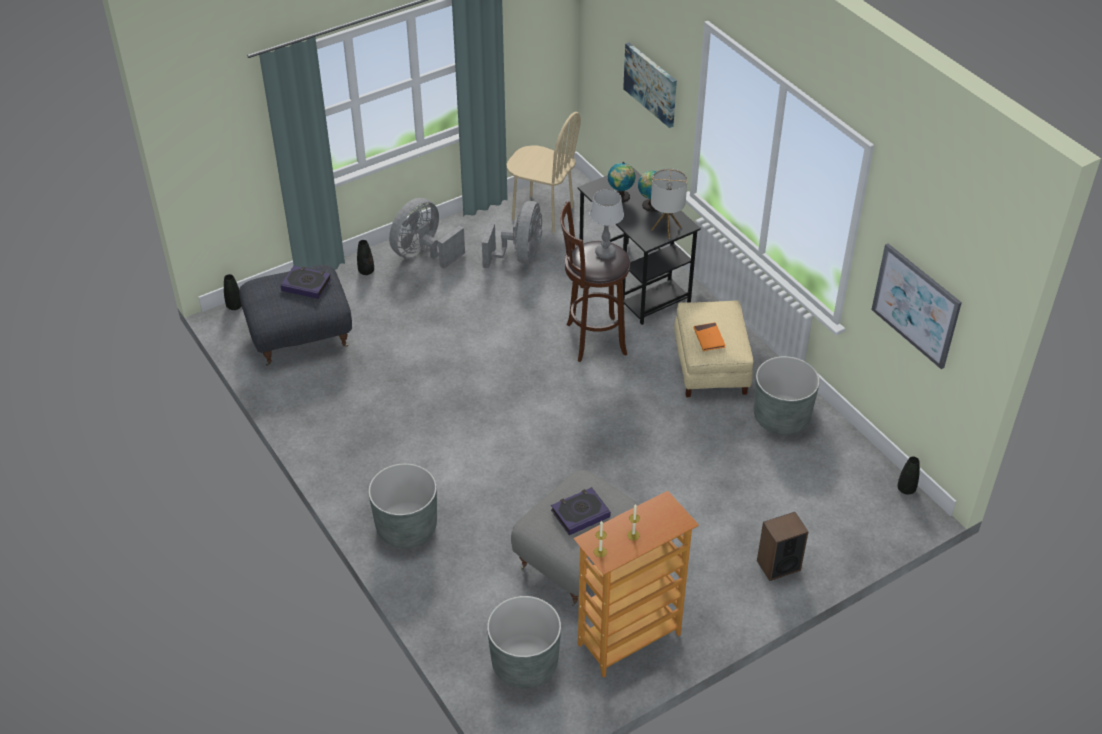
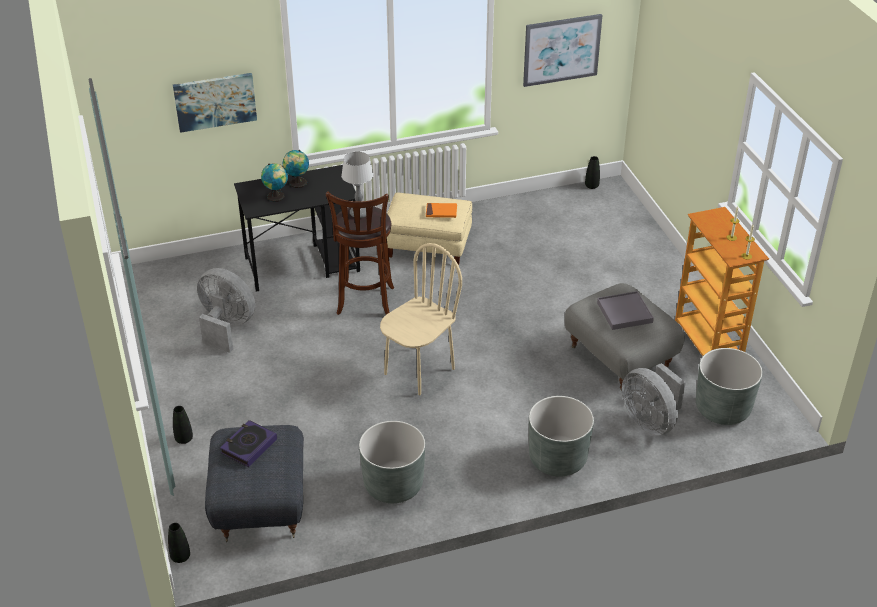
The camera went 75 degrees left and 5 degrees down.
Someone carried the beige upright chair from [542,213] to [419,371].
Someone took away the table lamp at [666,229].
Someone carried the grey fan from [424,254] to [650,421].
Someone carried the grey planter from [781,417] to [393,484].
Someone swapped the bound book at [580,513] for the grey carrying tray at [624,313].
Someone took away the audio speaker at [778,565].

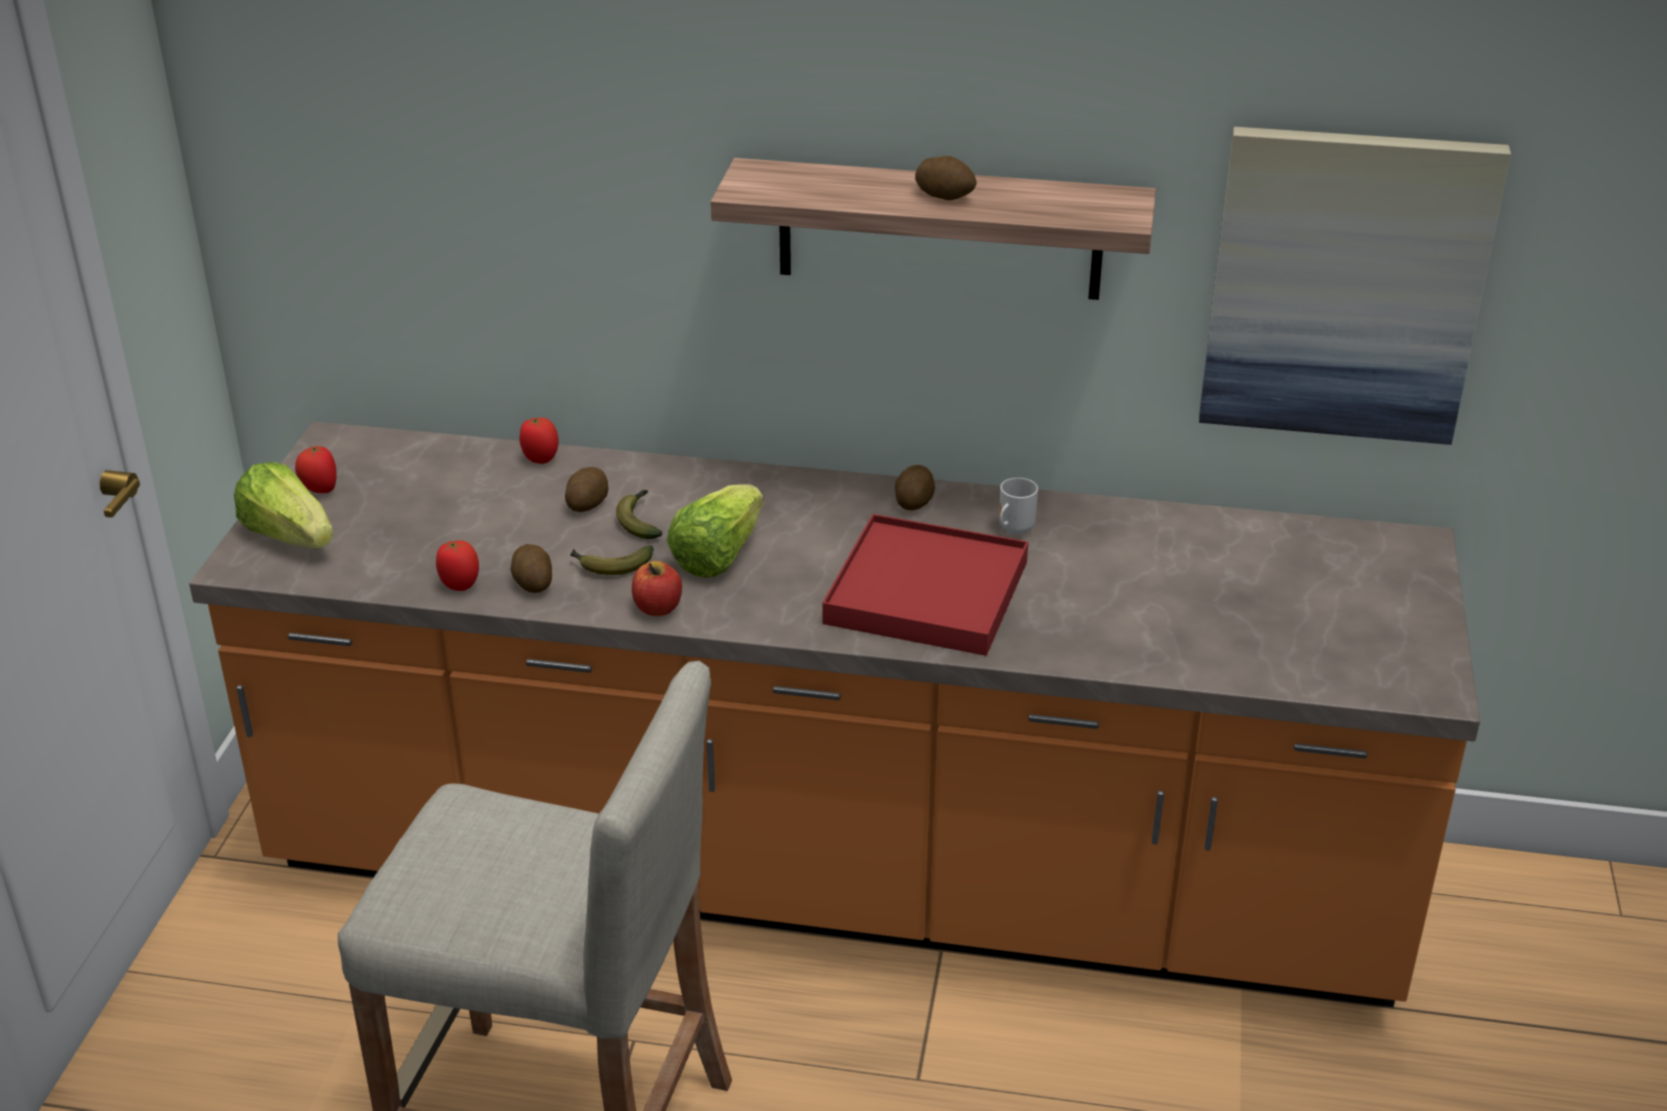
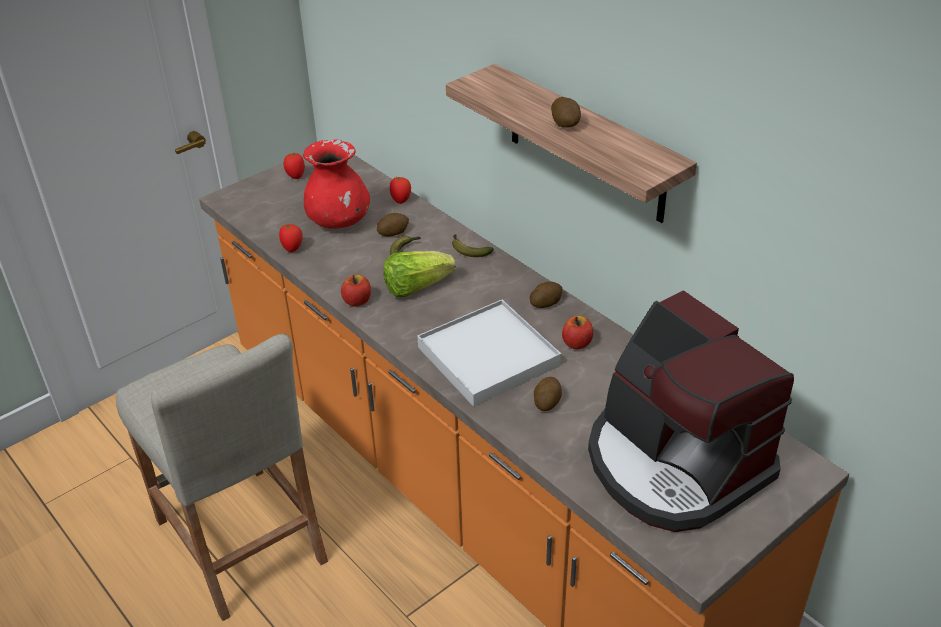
The camera went 40 degrees right and 5 degrees up.
Someone took away the wall picture at [1345,285].
Someone took away the lettuce at [289,536].
Someone swapped the coffee mug at [1013,530] for the apple at [577,343].
Someone repainted the red carrying tray at [927,593], which became the white-coloured carrying tray at [488,356].
Someone carried the whole potato from [533,583] to [547,402].
Someone carried the whole banana from [610,566] to [468,250].
Someone put down the red flower vase at [339,221].
Someone put down the coffee machine at [674,464].

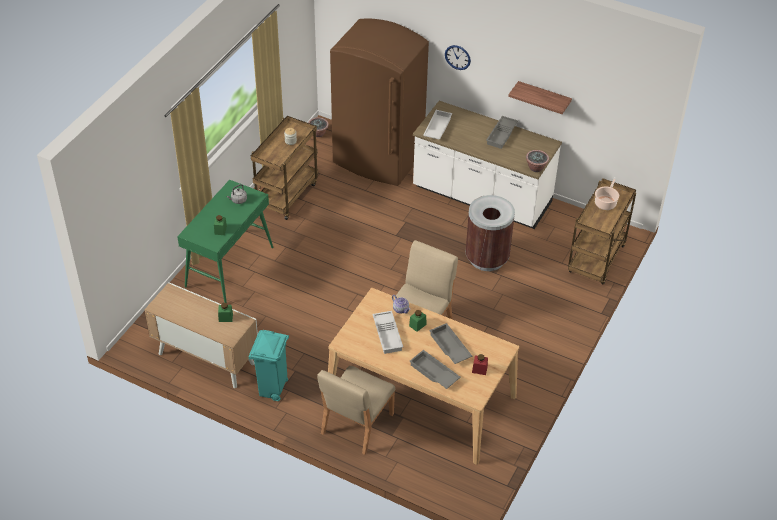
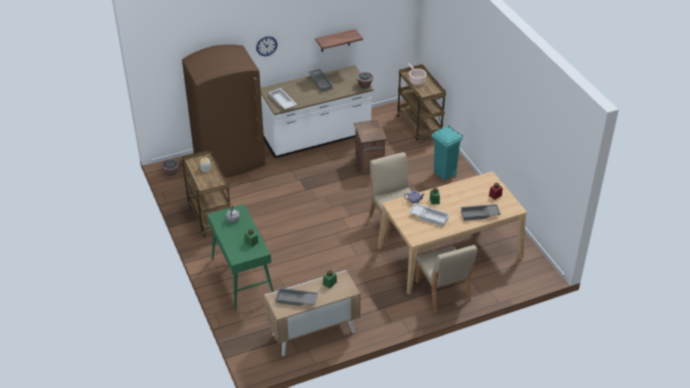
The camera went 50 degrees left and 5 degrees down.
Someone swapped the brown rubbish bin at [487,258] for the packing crate at [369,164].
Someone carried the grey carrying tray from [449,347] to [296,300].
Someone carried the turquoise-coloured rubbish bin from [272,390] to [444,174].

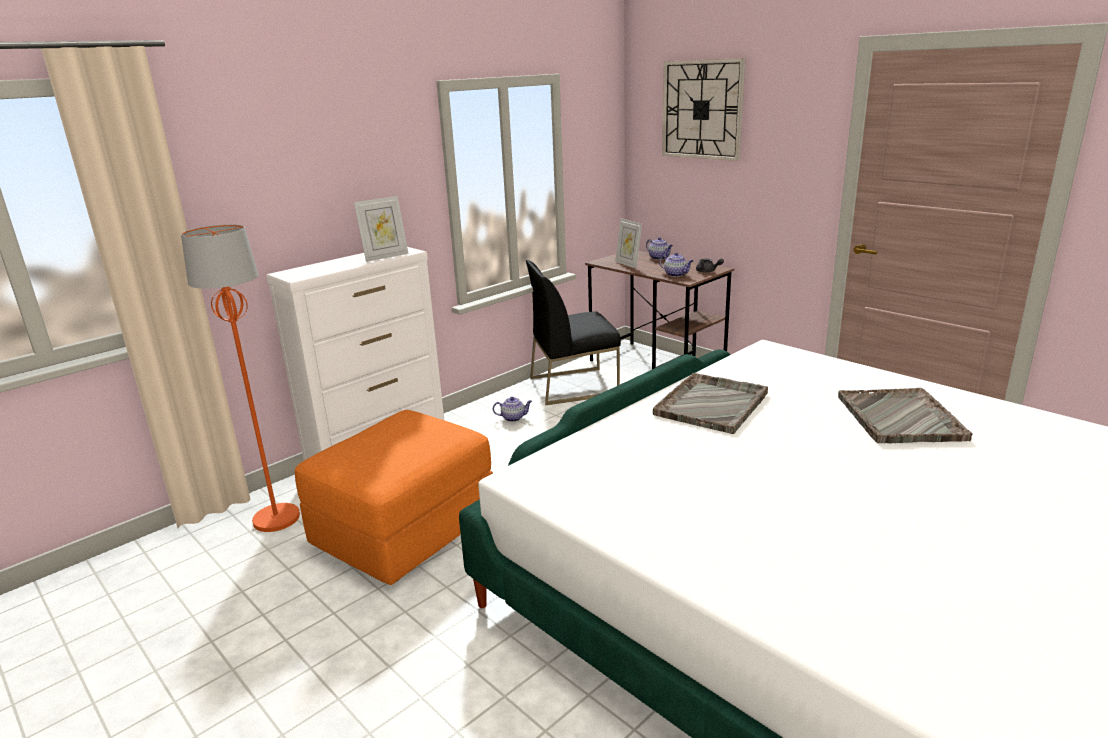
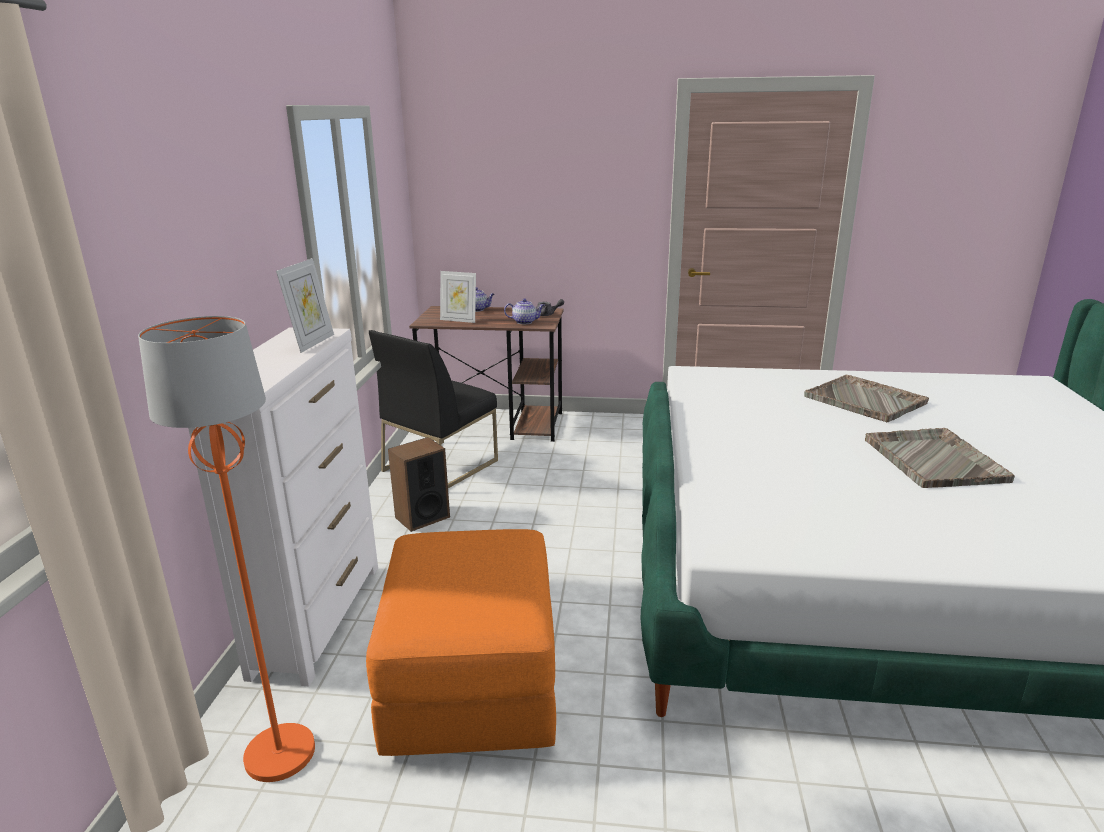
The camera went 40 degrees left and 0 degrees up.
Someone took away the wall clock at [702,110].
Someone carried the grey carrying tray from [712,404] to [933,459].
Someone swapped the tea pot at [513,418] for the audio speaker at [422,517].

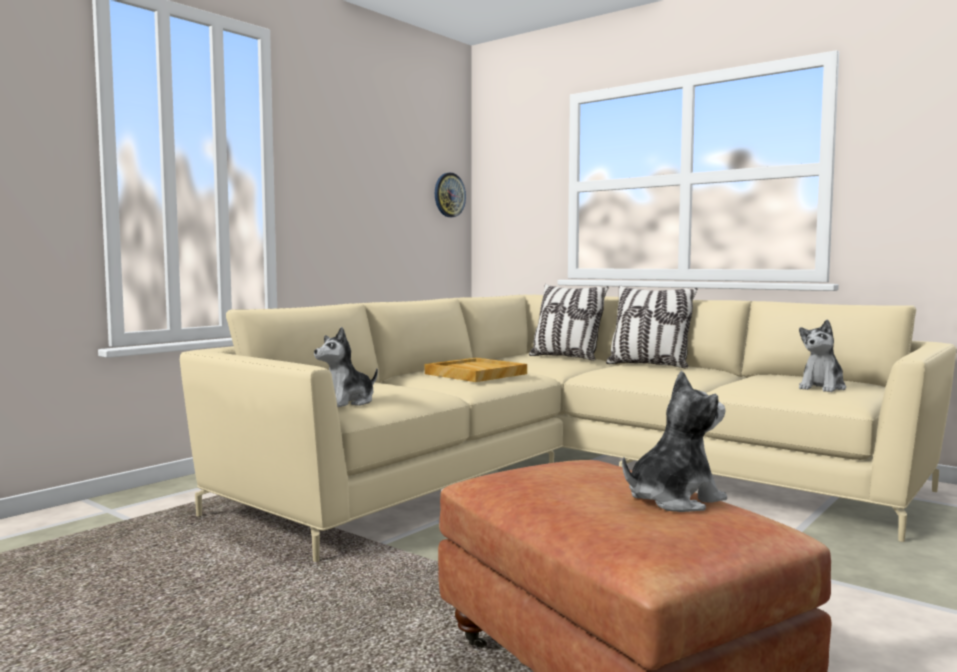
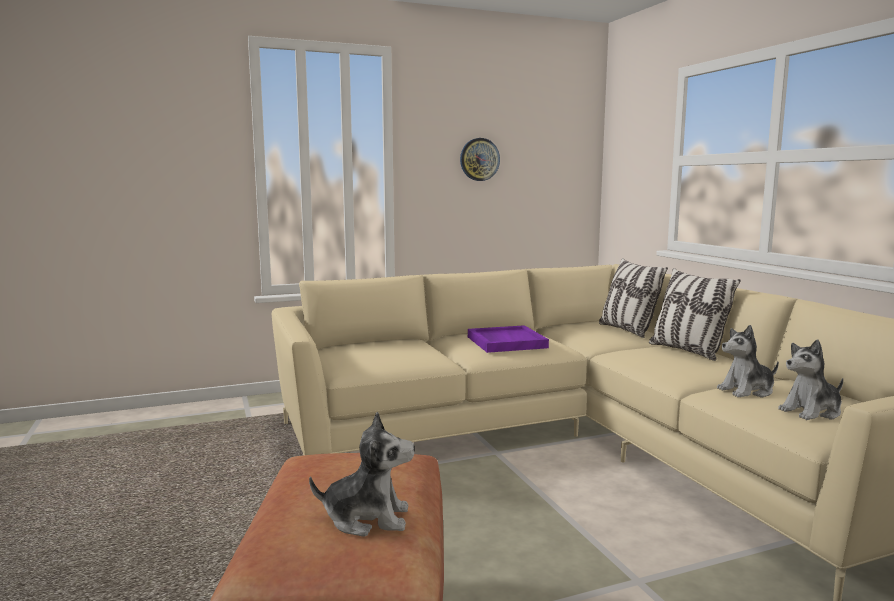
The camera went 30 degrees right and 5 degrees up.
Someone carried the wall clock from [449,195] to [479,159].
Someone carried the plush toy from [347,402] to [747,391].
Someone repainted the beige carrying tray at [474,374], which became the purplish carrying tray at [505,342].

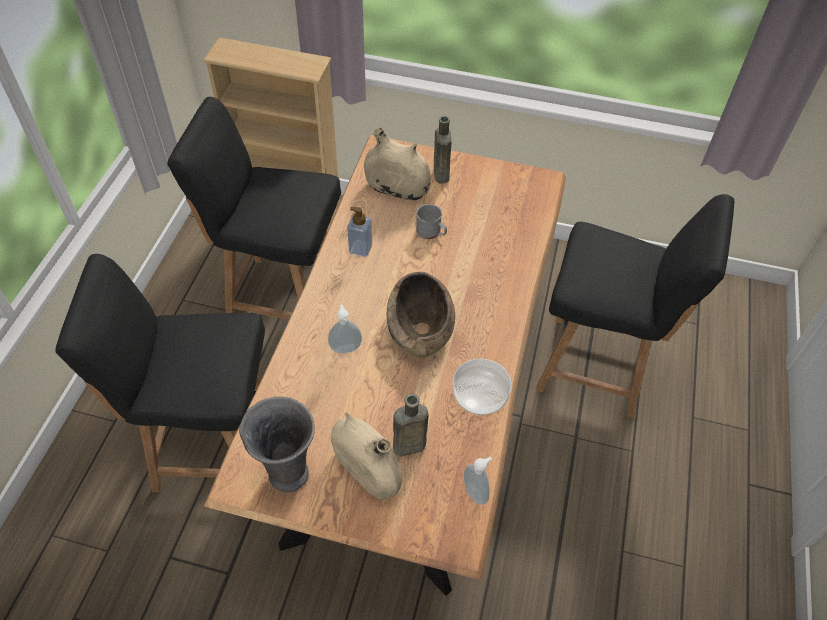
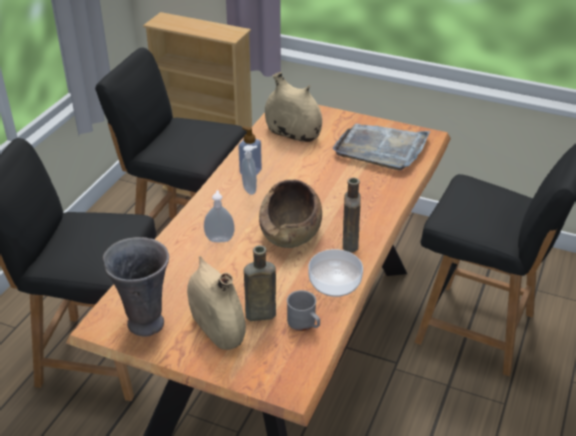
The camera went 10 degrees right and 15 degrees down.
Someone carried the brown drink bottle from [440,173] to [350,242].
Someone carried the grey coffee mug from [431,232] to [304,324].
Someone carried the soap dispenser from [476,492] to [250,189].
Someone put down the grey carrying tray at [381,148].

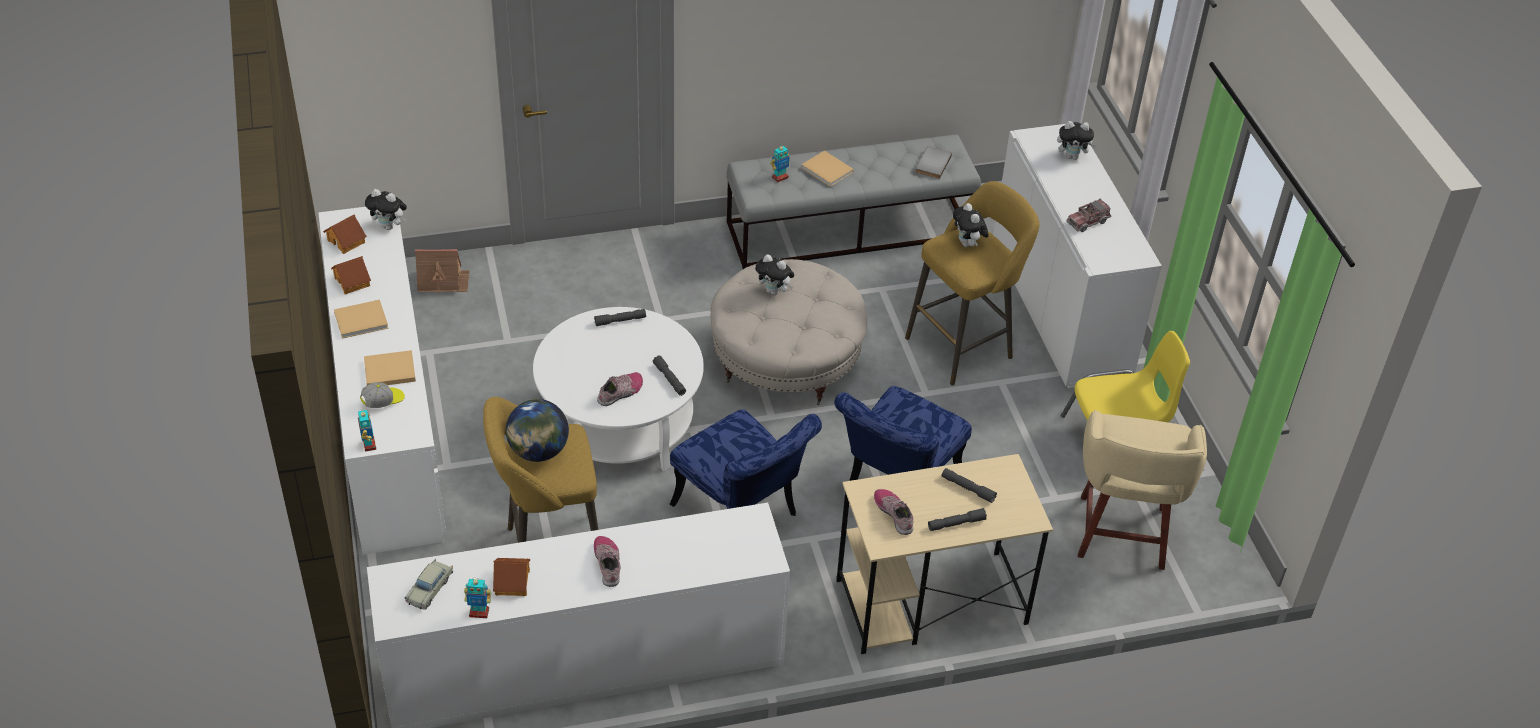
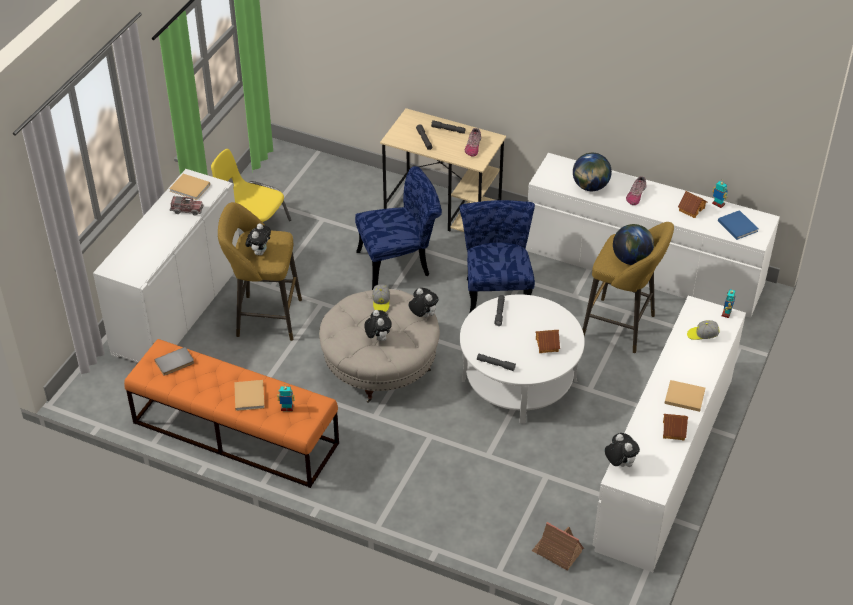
The camera went 140 degrees left and 0 degrees up.
Someone carried the plush toy from [1072,156] to [423,315].
Someone repainted the grey bench at [850,230], which became the orange bench at [234,433].
Someone carried the toy house from [346,241] to [546,344].
Someone carried the beige bound book from [388,371] to [191,188].
Someone took away the shoe at [621,392].
Someone took away the beige sitting stool at [1121,535].
Someone swapped the beige miniature car at [430,589] for the bluish bound book at [737,225].
Someone put down the desk globe at [590,187].
Someone put down the peaked cap at [381,302].

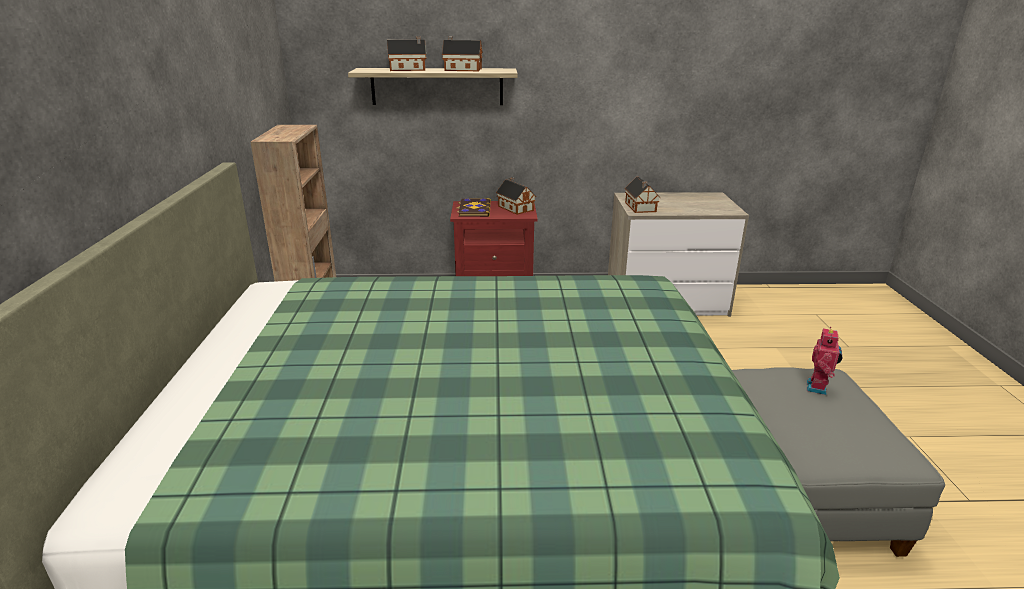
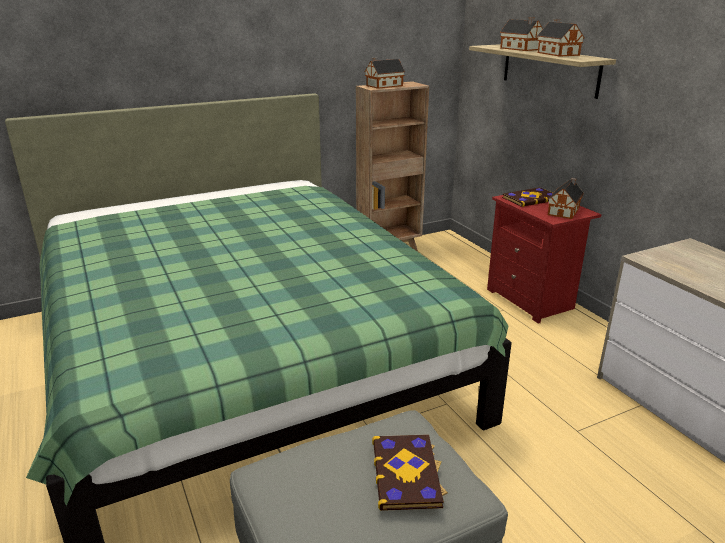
The camera went 65 degrees right and 0 degrees up.
Someone carried the toy house from [640,207] to [383,86].
Someone swapped the robot figure at [818,388] for the bound book at [407,473].

